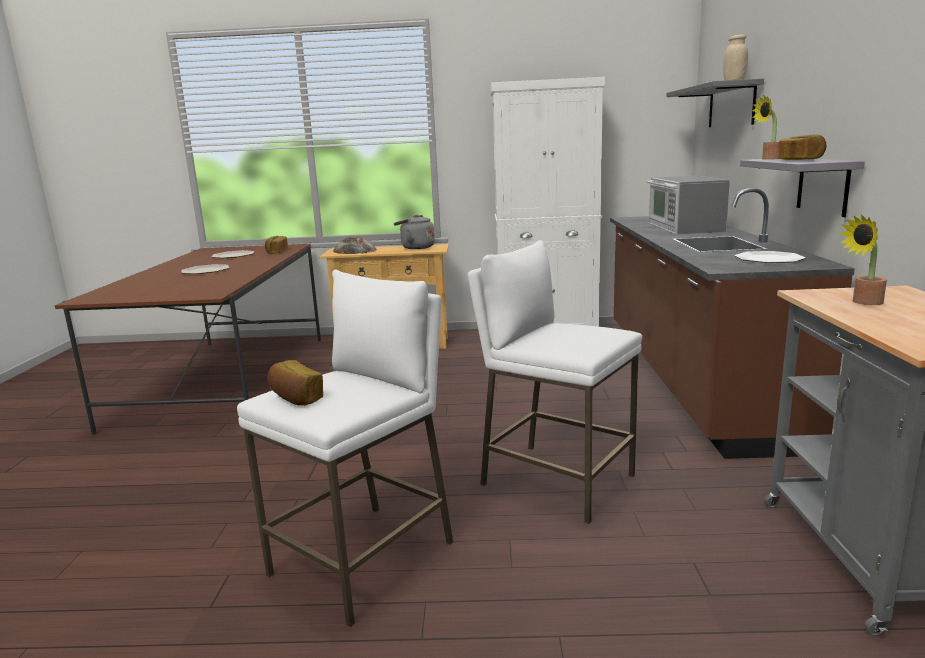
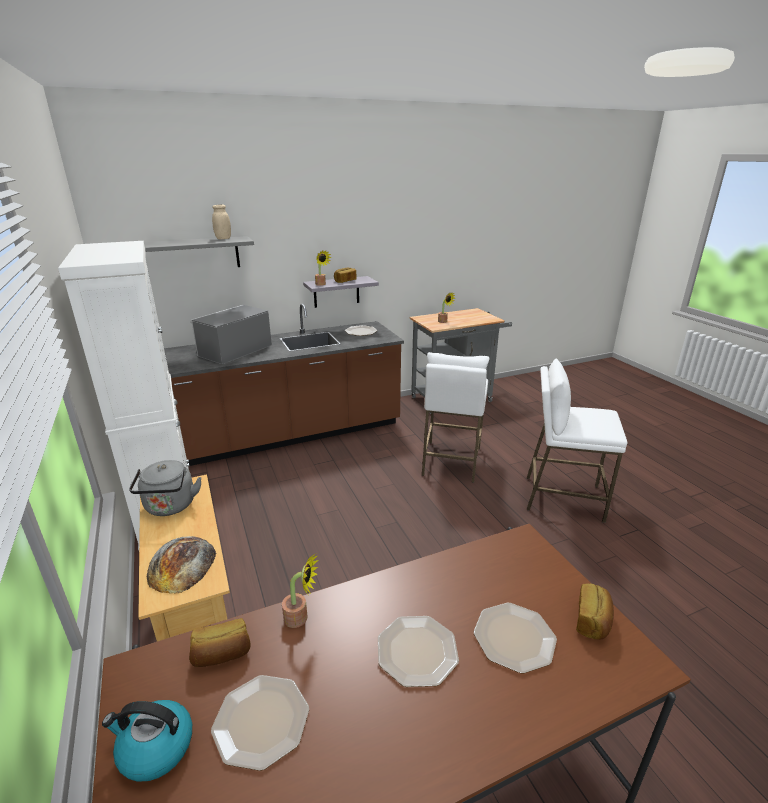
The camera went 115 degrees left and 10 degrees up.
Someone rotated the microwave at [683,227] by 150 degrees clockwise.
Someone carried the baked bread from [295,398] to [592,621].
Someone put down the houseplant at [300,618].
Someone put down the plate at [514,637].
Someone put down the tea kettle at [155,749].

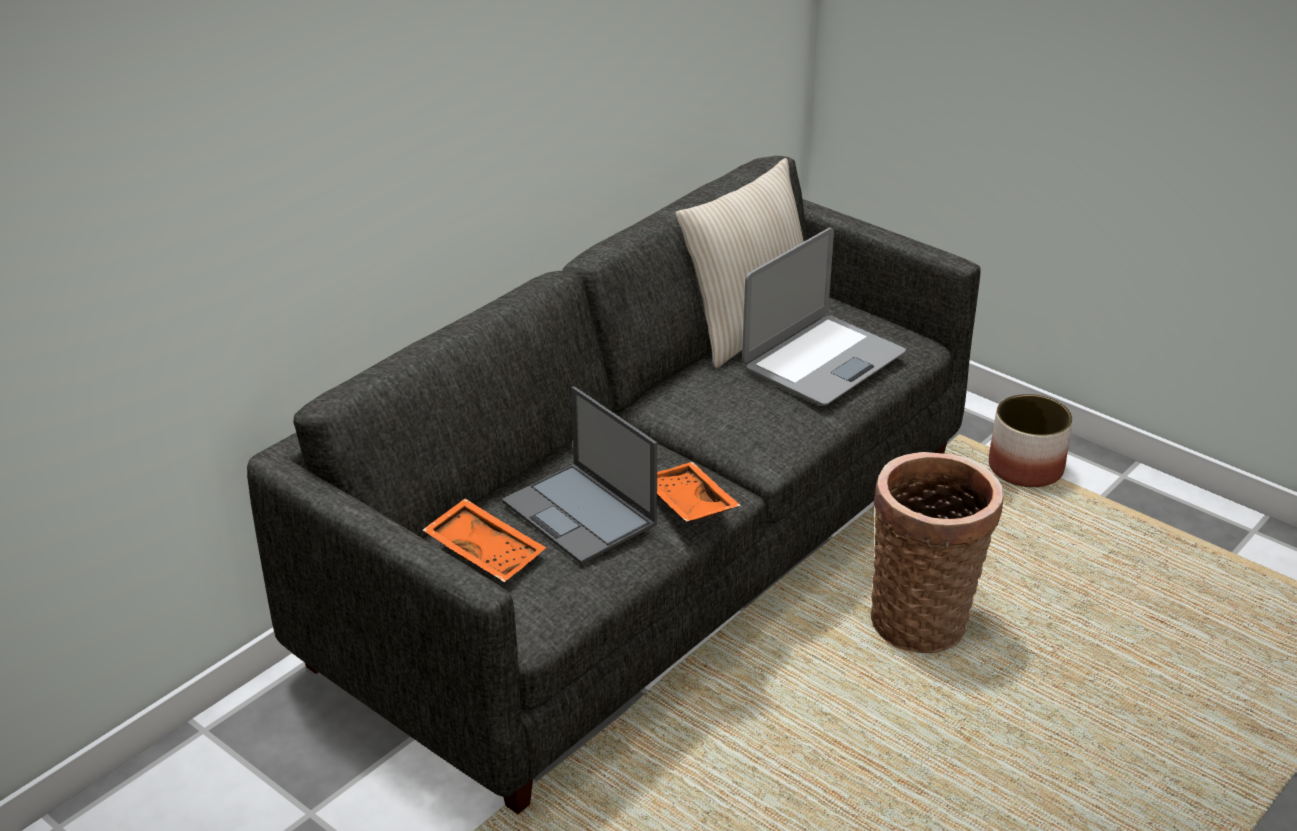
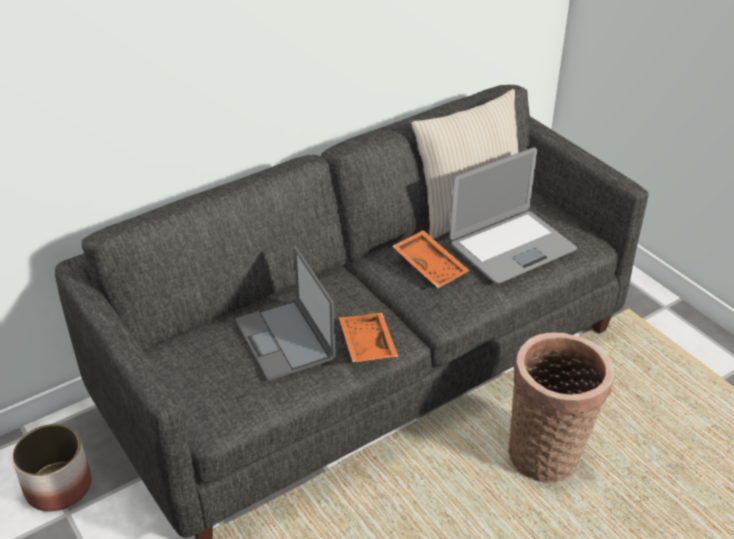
The camera went 15 degrees right and 5 degrees up.
Someone carried the planter from [1025,467] to [58,486].
Someone carried the orange carrying tray from [486,551] to [431,266].

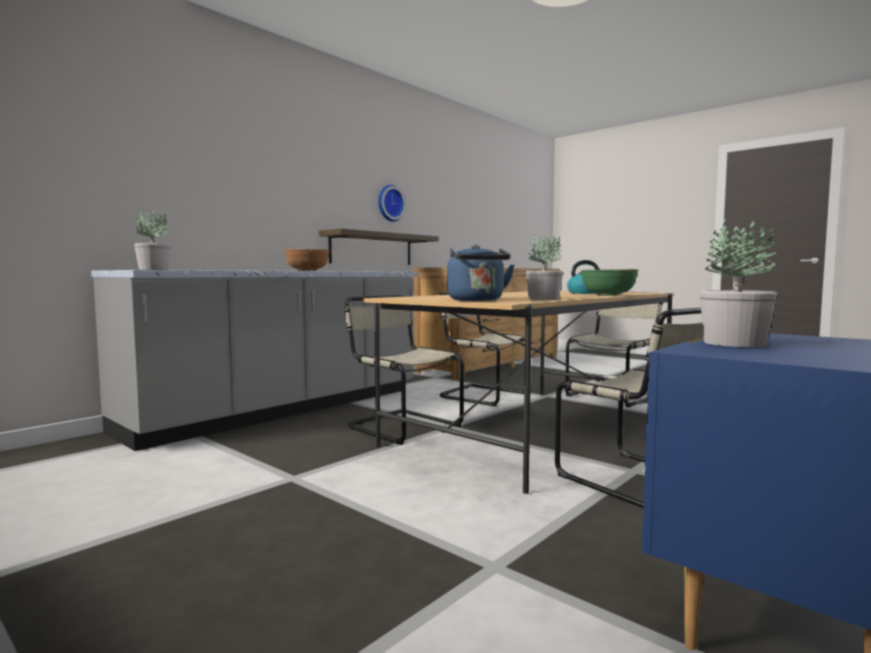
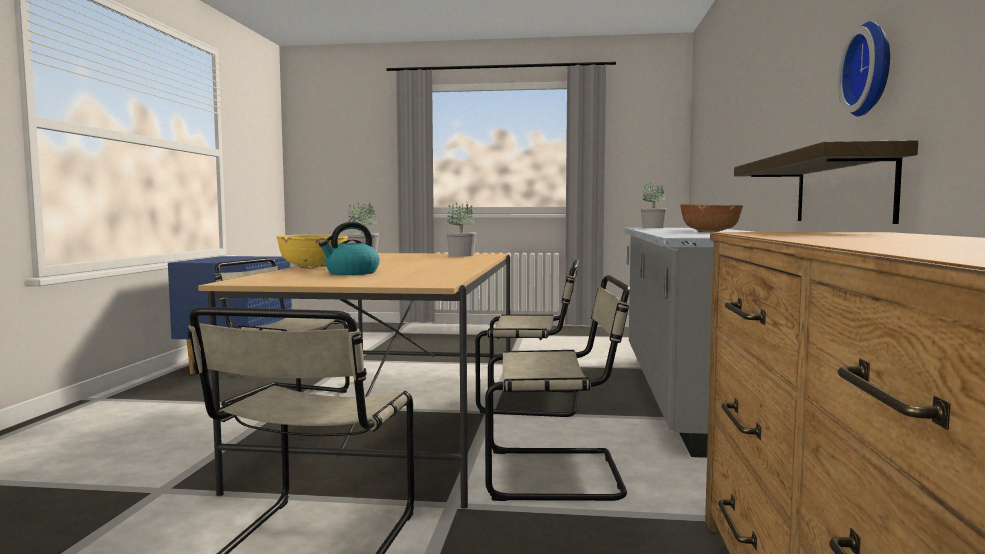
The camera went 145 degrees right and 0 degrees up.
Someone carried the houseplant from [734,343] to [461,255].
Someone took away the bluish tea kettle at [477,300].
Someone repainted the greenish serving bowl at [608,295], which became the yellowish serving bowl at [313,267].

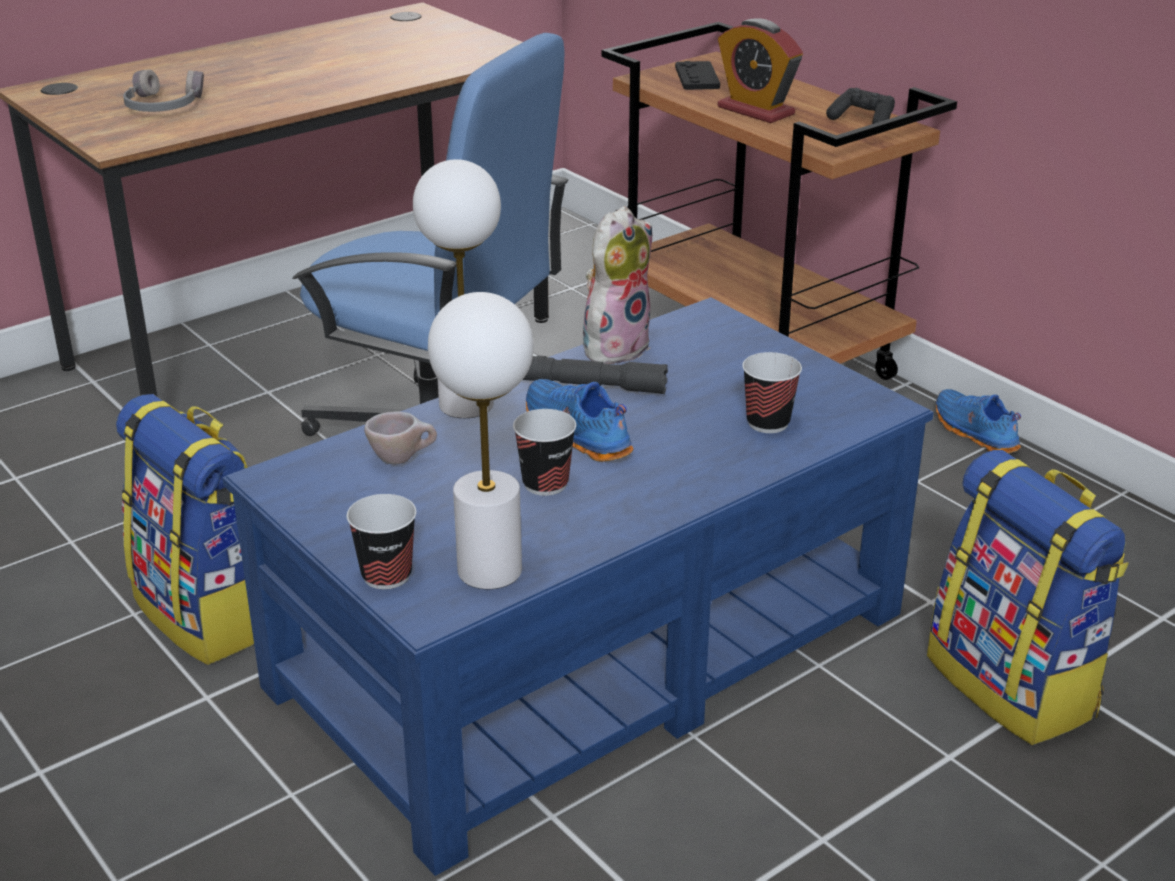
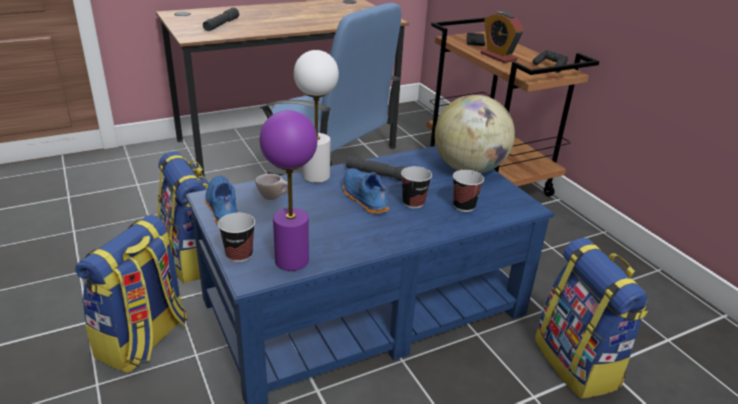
The camera went 10 degrees right and 0 degrees up.
Someone swapped the grey headphones at [162,107] for the grey flashlight at [221,25].
Someone took away the plush toy at [615,346].
Someone repainted the white-coloured table lamp at [489,571], which became the purplish table lamp at [291,261].
Someone carried the bluish shoe from [973,433] to [221,208].
Someone carried the cup from [545,484] to [413,203].
Someone put down the desk globe at [469,169].
Someone put down the knapsack at [143,340].

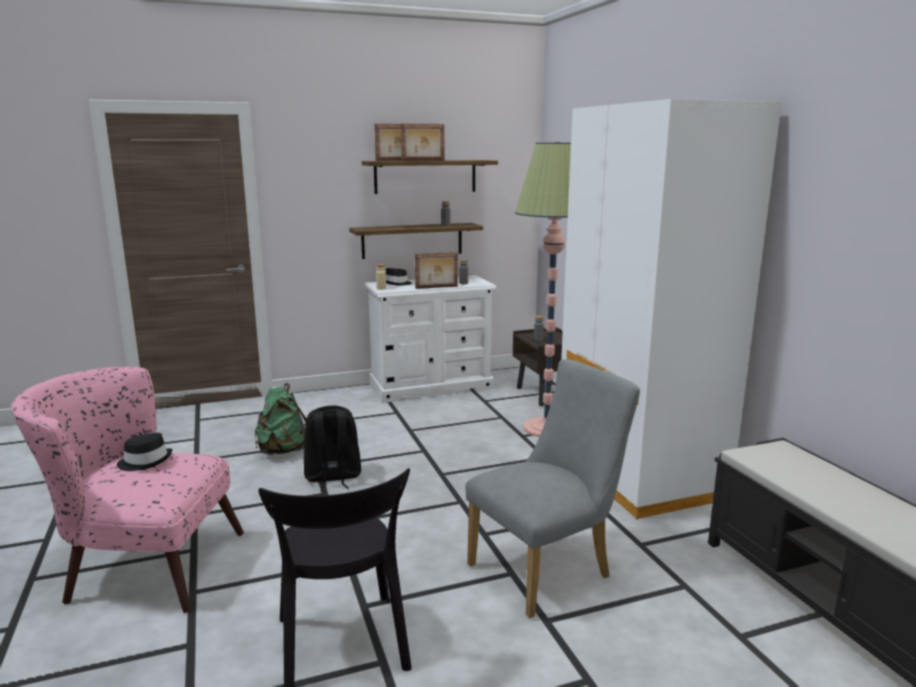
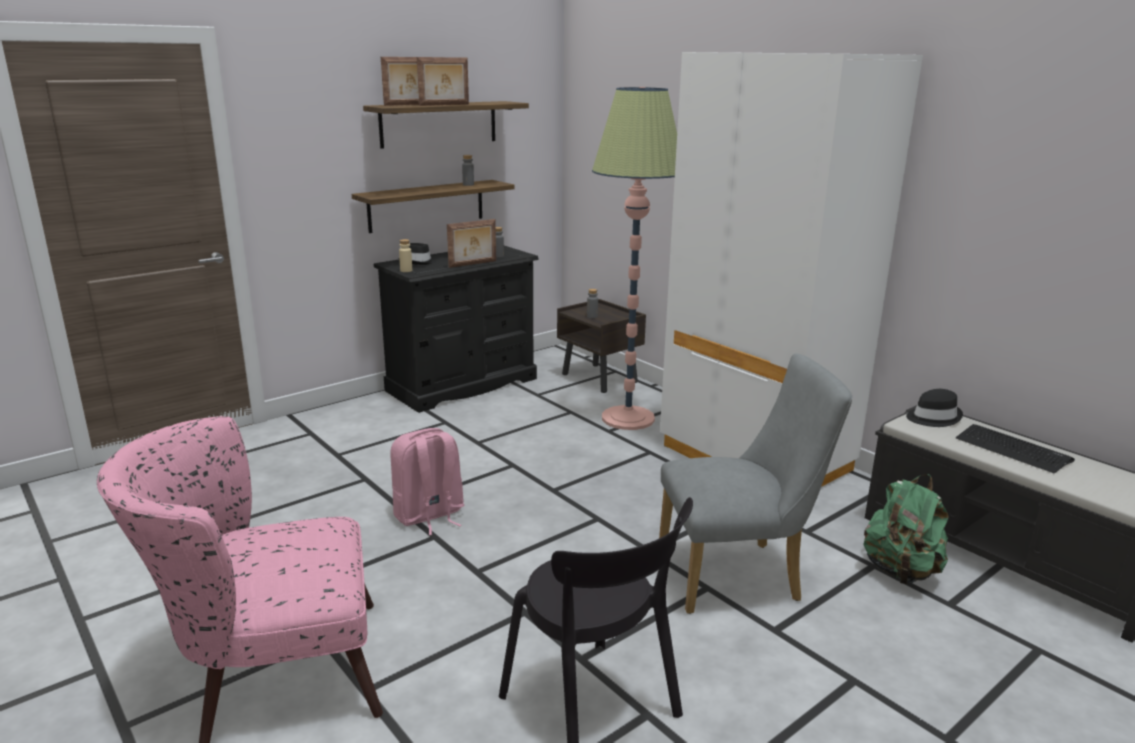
The camera went 20 degrees left and 5 degrees up.
Someone repainted the white-coloured drawer chest at [431,387], which became the blackish drawer chest at [462,384].
Someone rotated the grey upright chair at [547,569] by 45 degrees clockwise.
Someone carried the greenish knapsack from [283,451] to [901,571].
Someone repainted the blackish knapsack at [332,477], which became the pink knapsack at [429,515].
Someone carried the blackish clothing hat from [145,461] to [932,417].
Someone put down the PC keyboard at [1012,449].

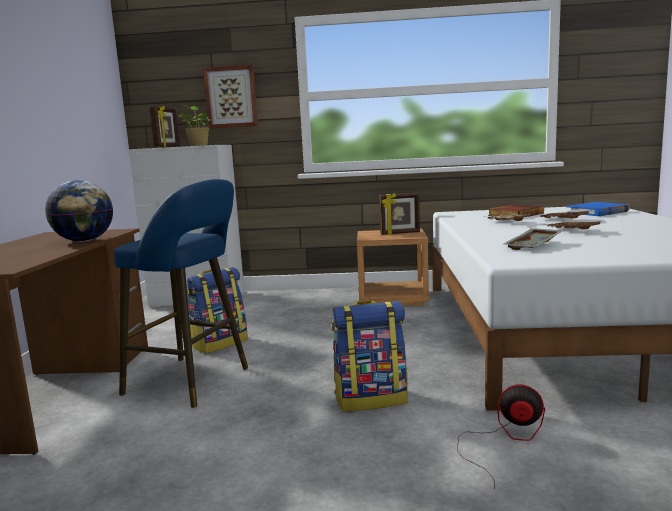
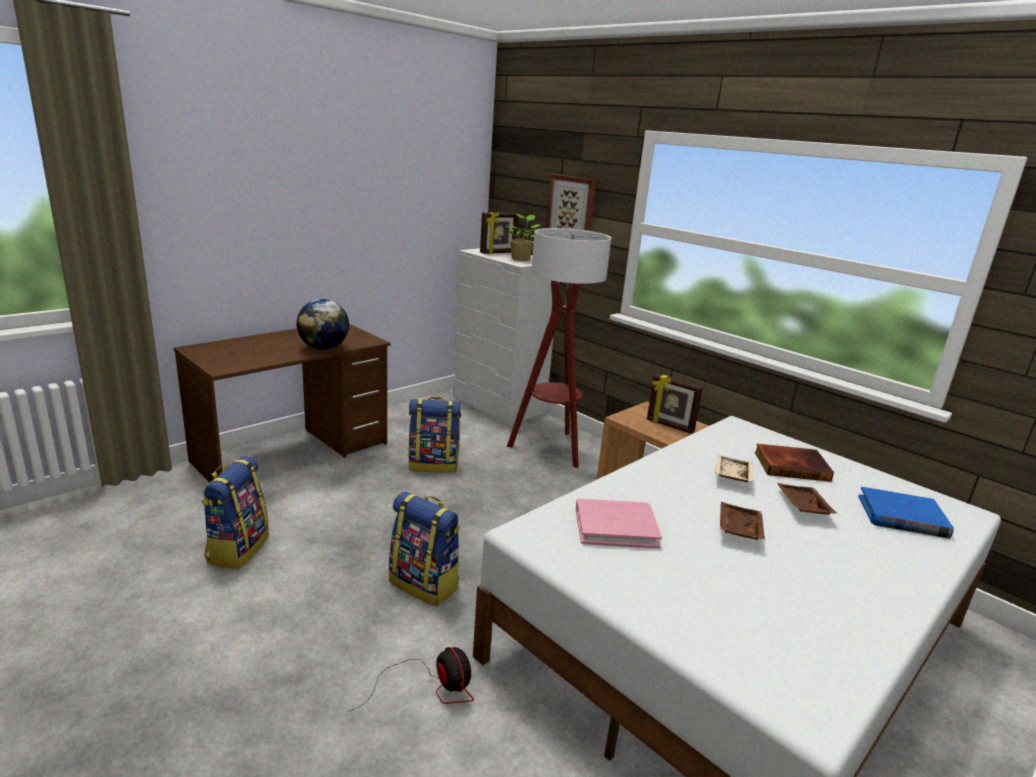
The camera went 40 degrees right and 10 degrees up.
Someone took away the bluish sitting stool at [193,381].
Someone swapped the grey carrying tray at [534,246] for the pink bound book at [615,527].
Someone put down the standing lamp at [550,448].
Someone put down the knapsack at [237,548].

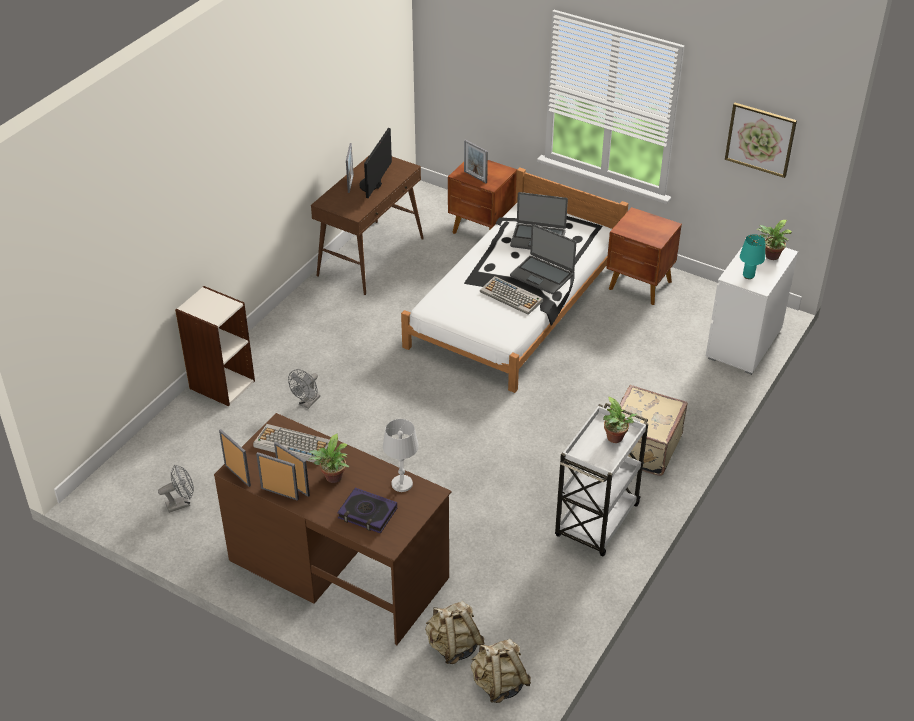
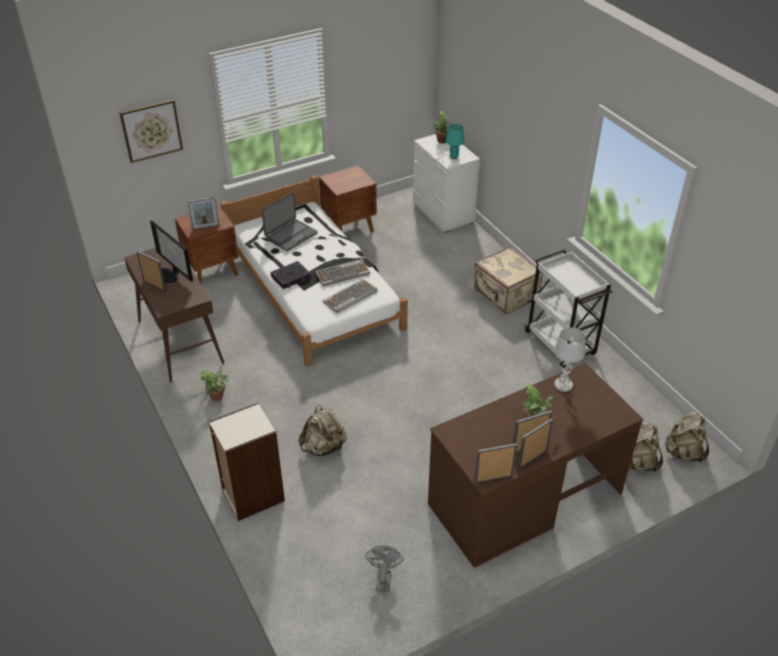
The camera went 60 degrees left and 0 degrees up.
Someone carried the wall picture from [760,139] to [151,130].
Someone took away the portable computer at [542,275].
Someone swapped the grey fan at [307,403] for the beige knapsack at [324,447].
Someone carried the houseplant from [616,439] to [218,396].
Someone carried the PC keyboard from [292,444] to [350,297].
Someone carried the bound book from [367,513] to [291,277].

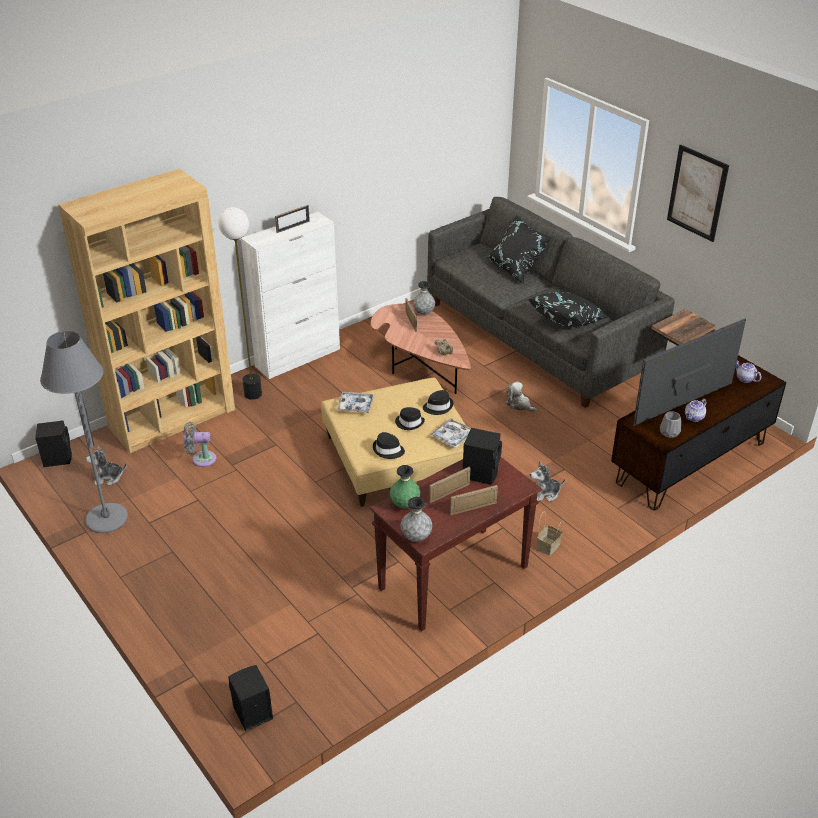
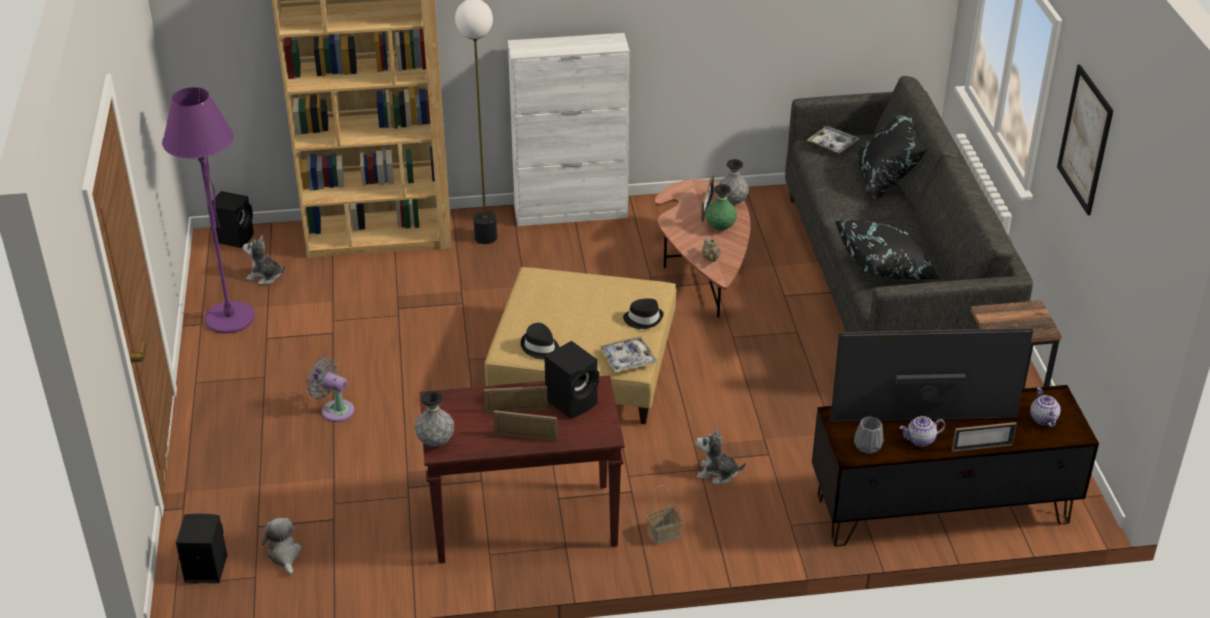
The camera went 30 degrees right and 0 degrees up.
Someone carried the standing frame from [293,227] to [982,447].
Someone repainted the grey standing lamp at [106,519], which became the purplish standing lamp at [230,318].
Someone carried the plush toy from [519,405] to [284,554].
Someone carried the carrying tray from [355,405] to [832,144].
Someone took away the blackish clothing hat at [409,422].
Someone carried the grey fan from [201,459] to [334,410].
Someone carried the greenish flower vase from [405,505] to [720,228].

